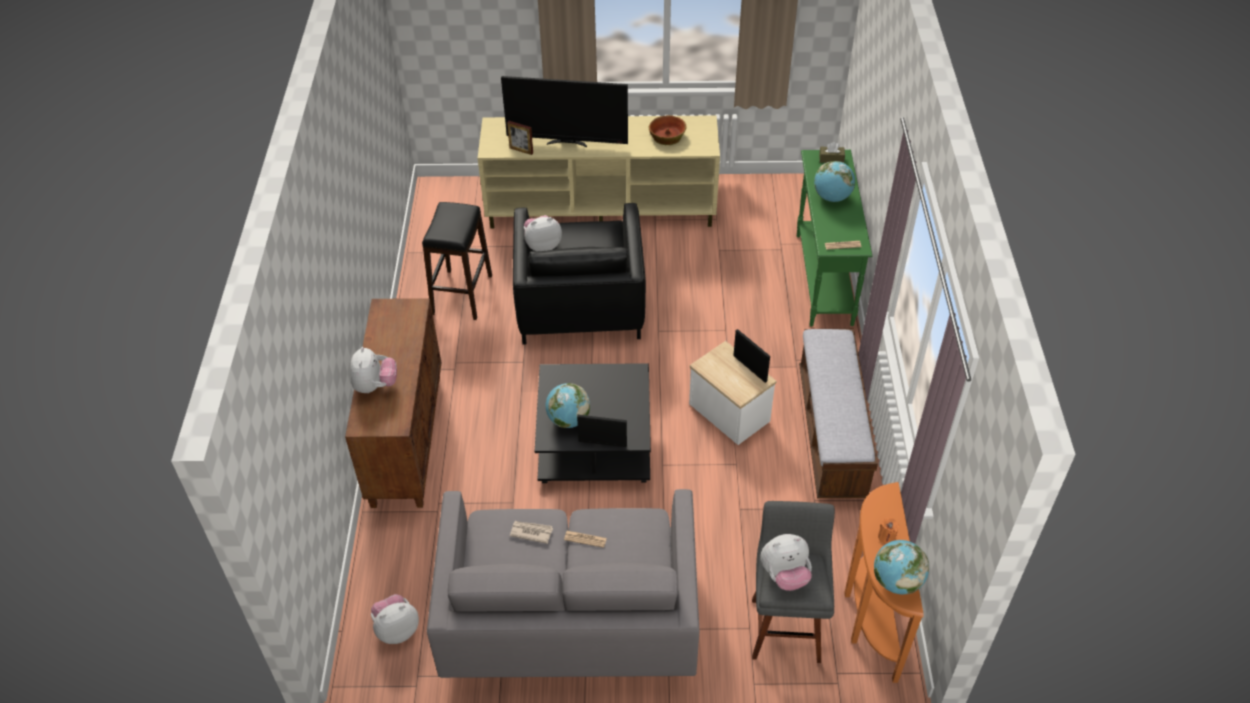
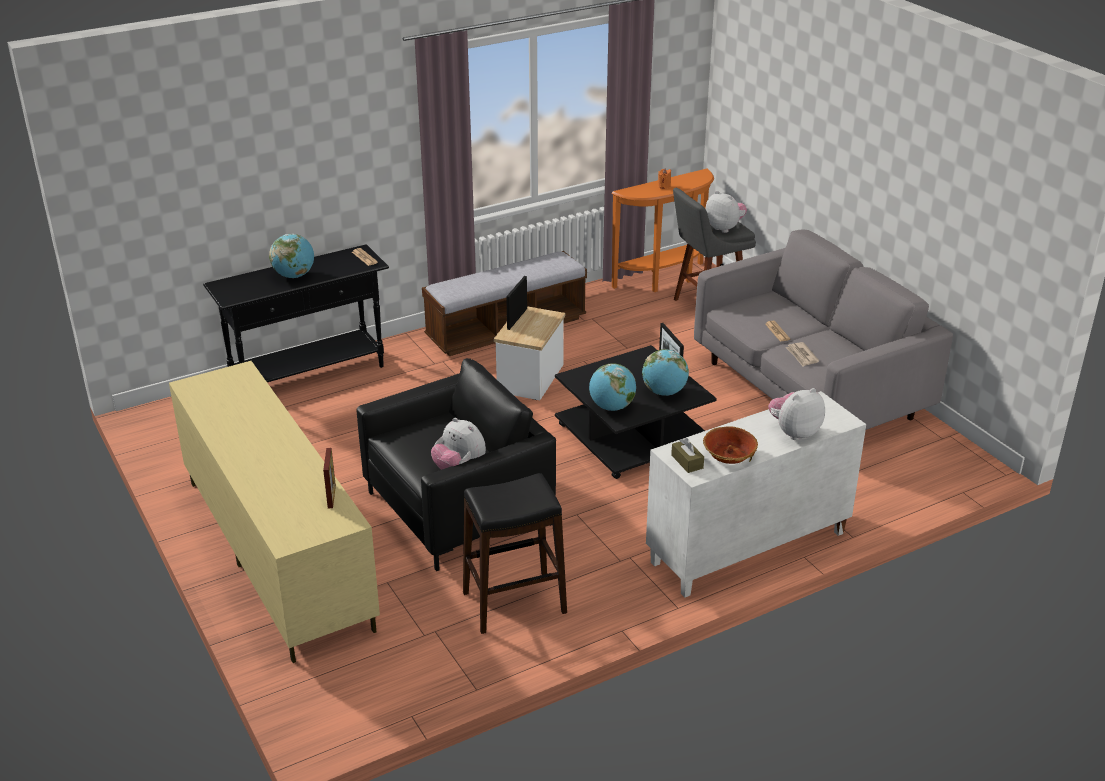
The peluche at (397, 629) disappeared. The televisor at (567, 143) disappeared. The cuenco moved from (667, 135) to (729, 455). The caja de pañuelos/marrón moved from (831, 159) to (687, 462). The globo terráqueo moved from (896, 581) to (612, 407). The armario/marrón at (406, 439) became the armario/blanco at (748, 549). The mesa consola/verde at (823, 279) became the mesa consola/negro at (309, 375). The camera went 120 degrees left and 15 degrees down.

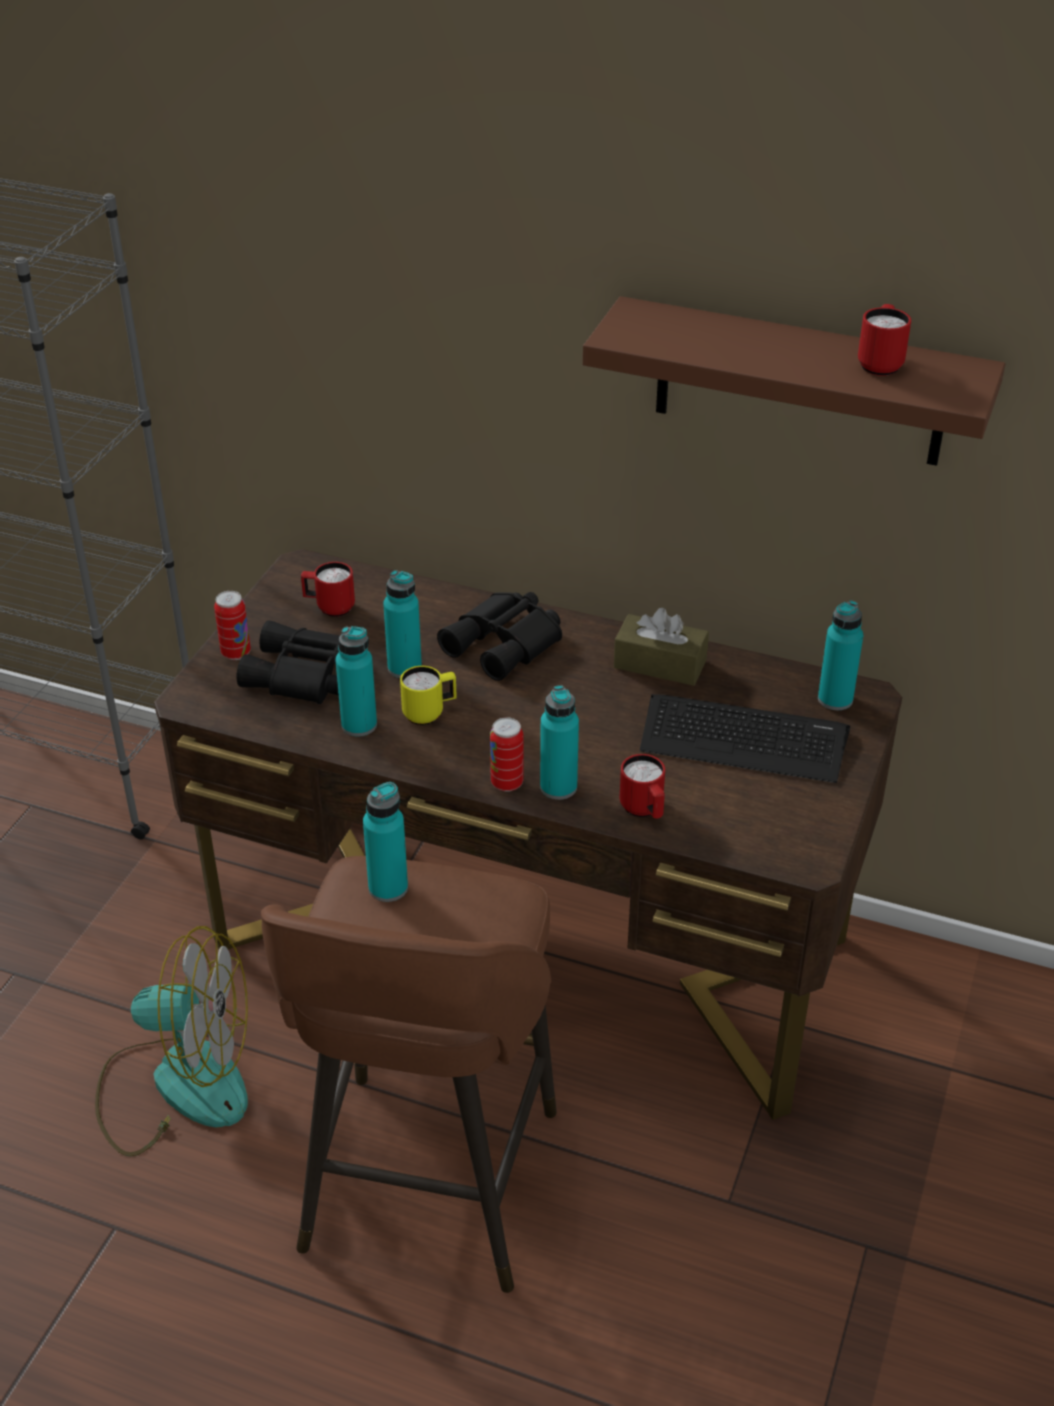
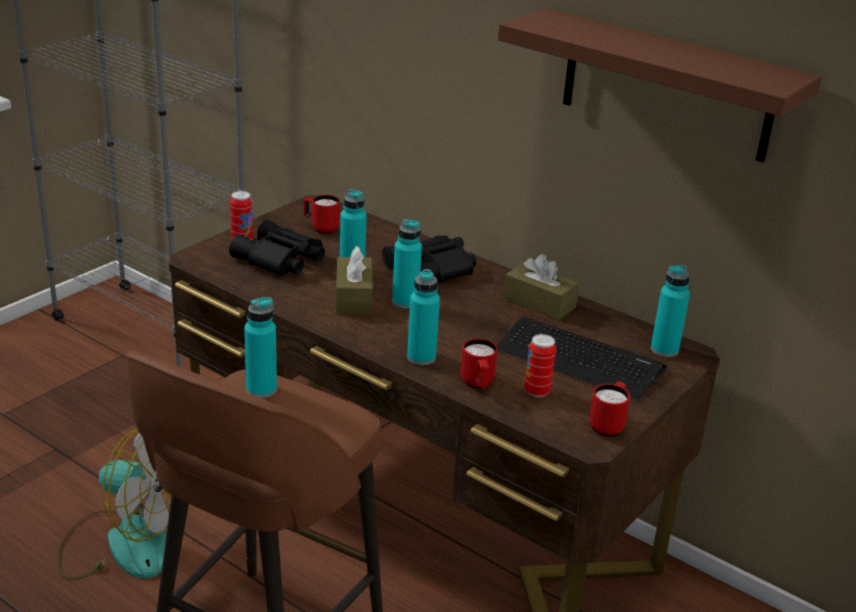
The botella/turquesa moved from (359, 725) to (405, 302). The lata moved from (507, 783) to (537, 391). The taza grande/rojo moved from (880, 363) to (608, 425). The taza grande/amarillo at (429, 713) was replaced by the caja de pañuelos/marrón at (353, 297). The camera went 15 degrees right and 10 degrees down.

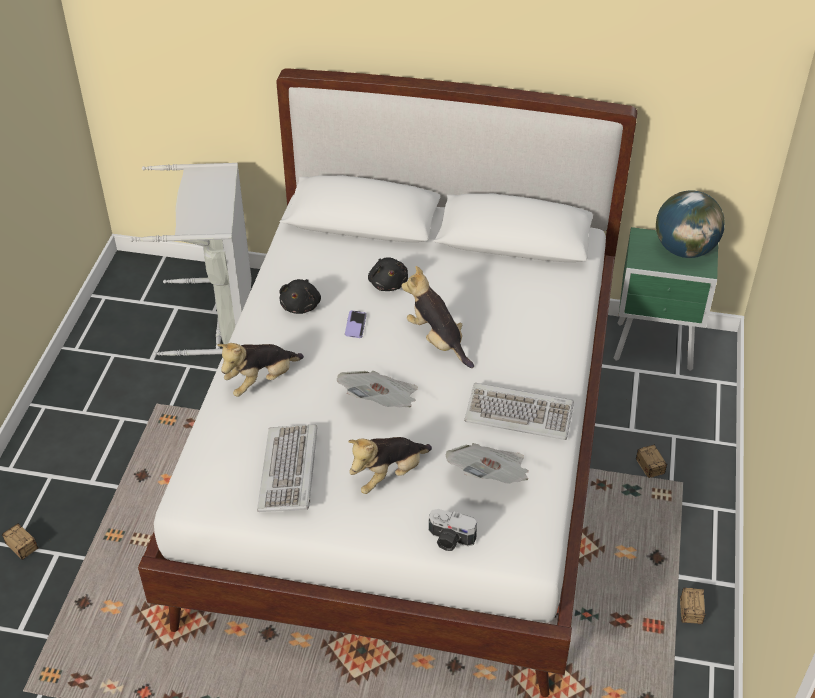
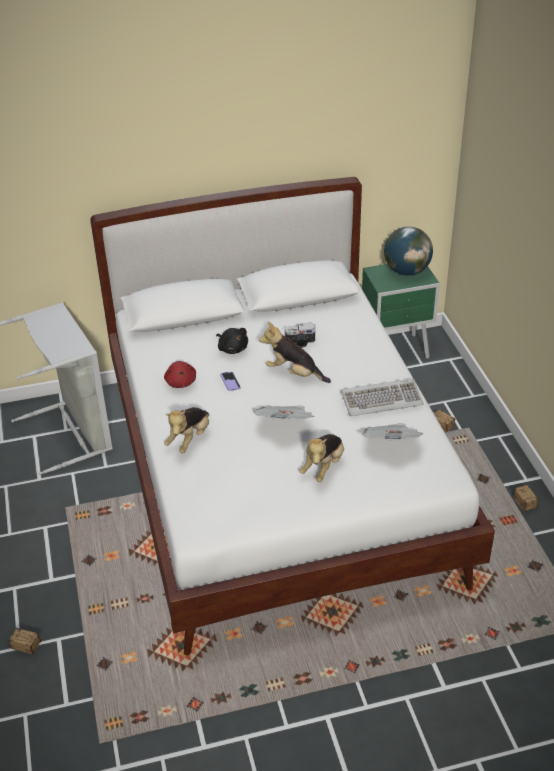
The teclado at (289, 471) disappeared. The cámara moved from (450, 540) to (300, 343). The peluche/negro at (301, 305) became the peluche/rojo at (181, 382). The camera went 25 degrees left and 5 degrees down.

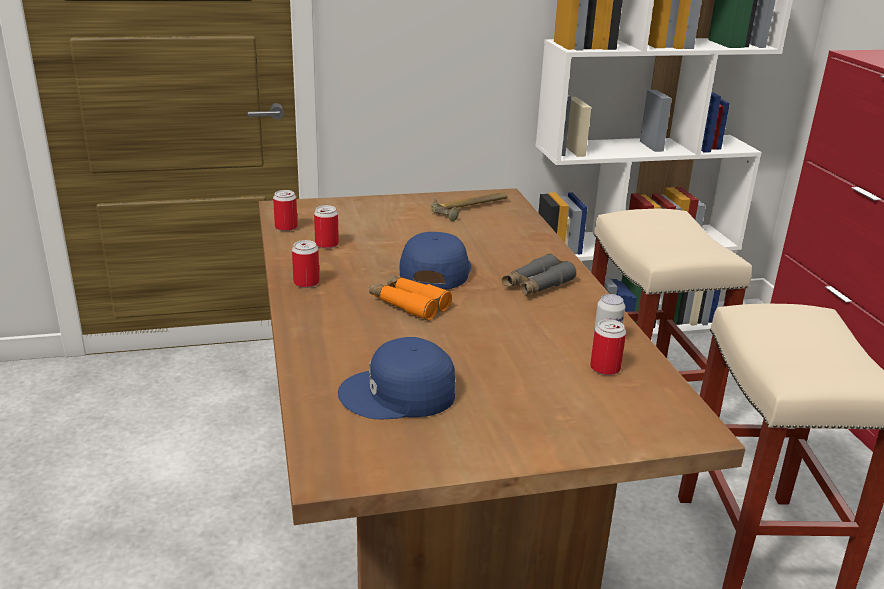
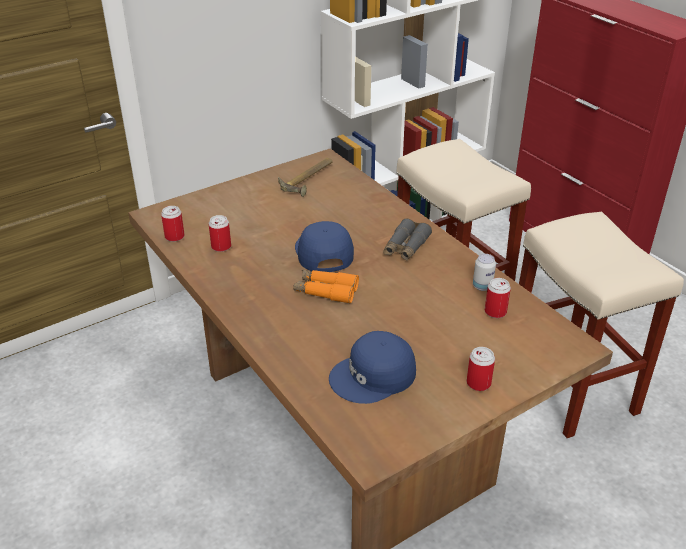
The lata moved from (306, 283) to (478, 383). The camera went 20 degrees left and 10 degrees up.

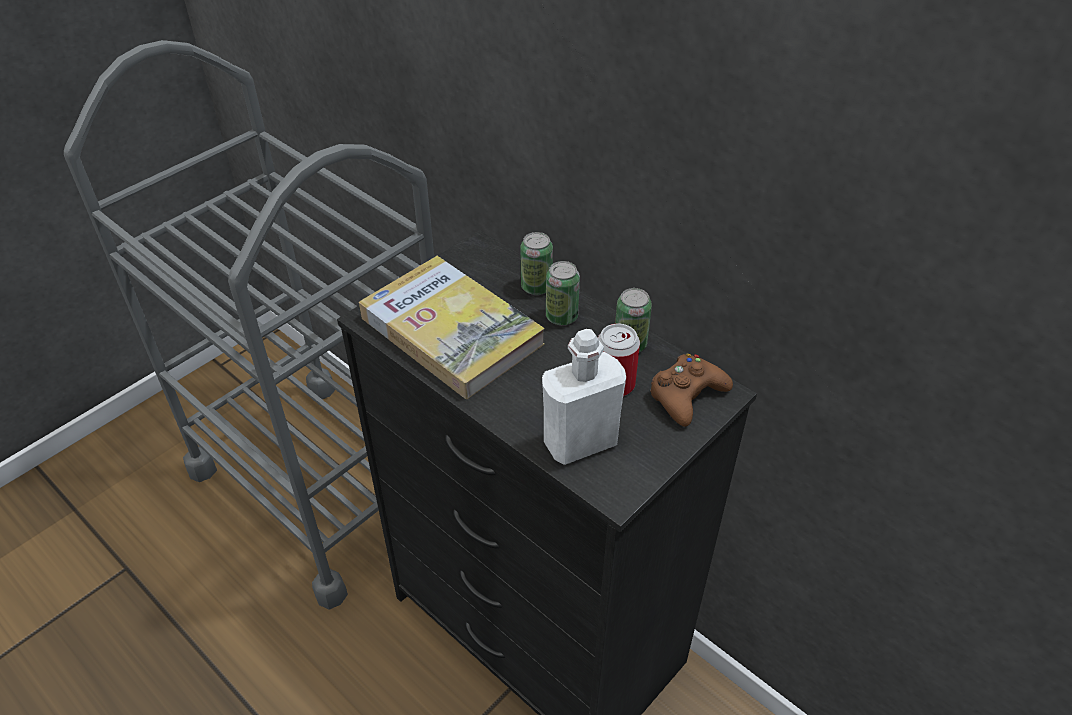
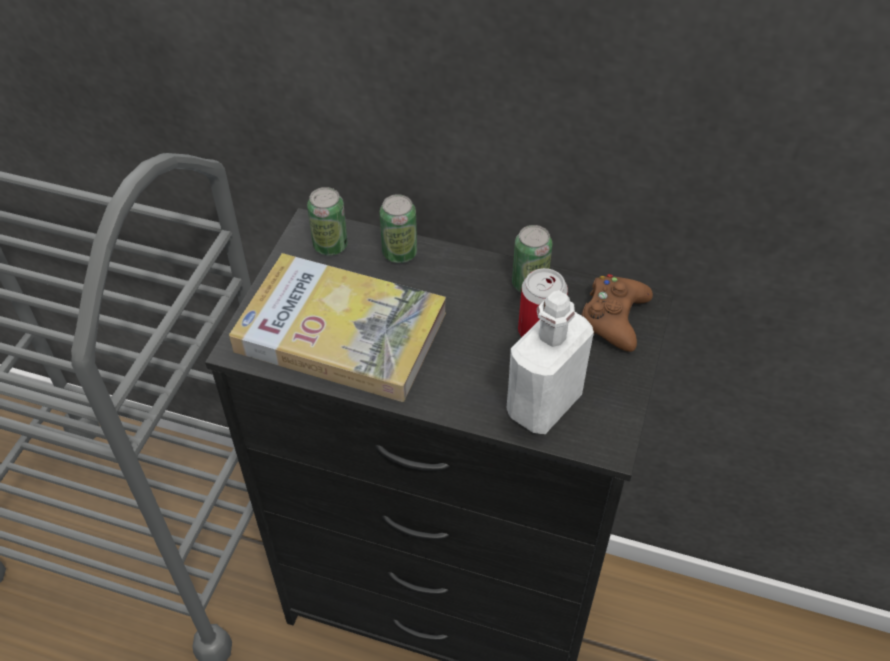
The lata moved from (561, 317) to (330, 246). The camera went 25 degrees left and 5 degrees up.

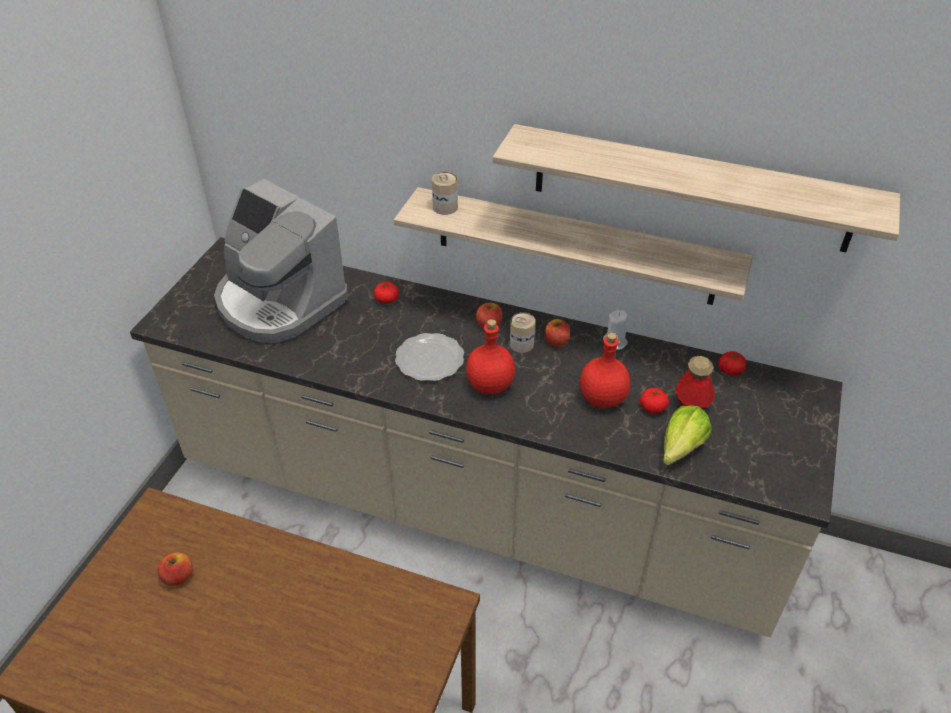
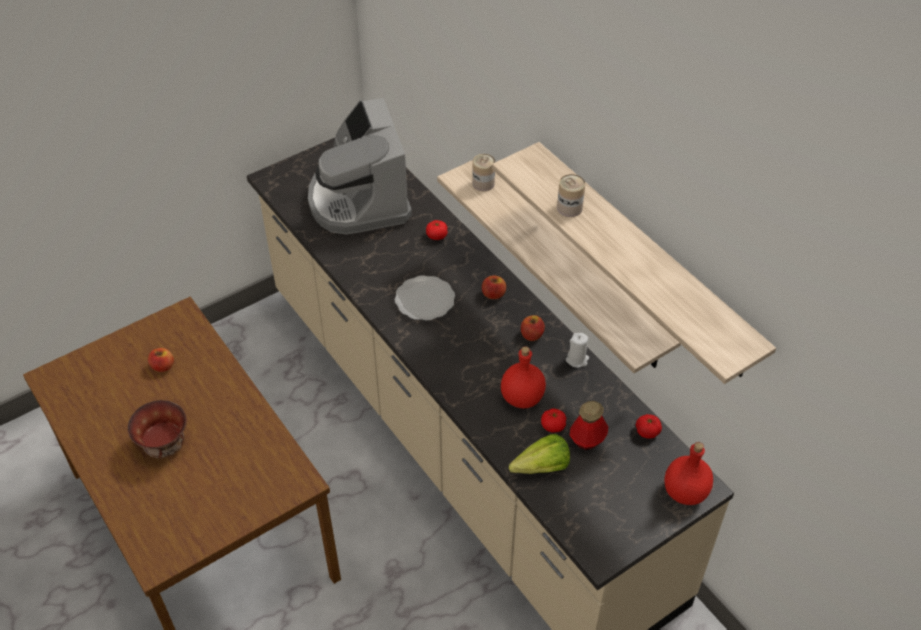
The cuenco at (165, 445) appeared. The botella/rojo moved from (491, 385) to (686, 492). The lata moved from (521, 344) to (569, 208). The camera went 35 degrees right and 5 degrees up.

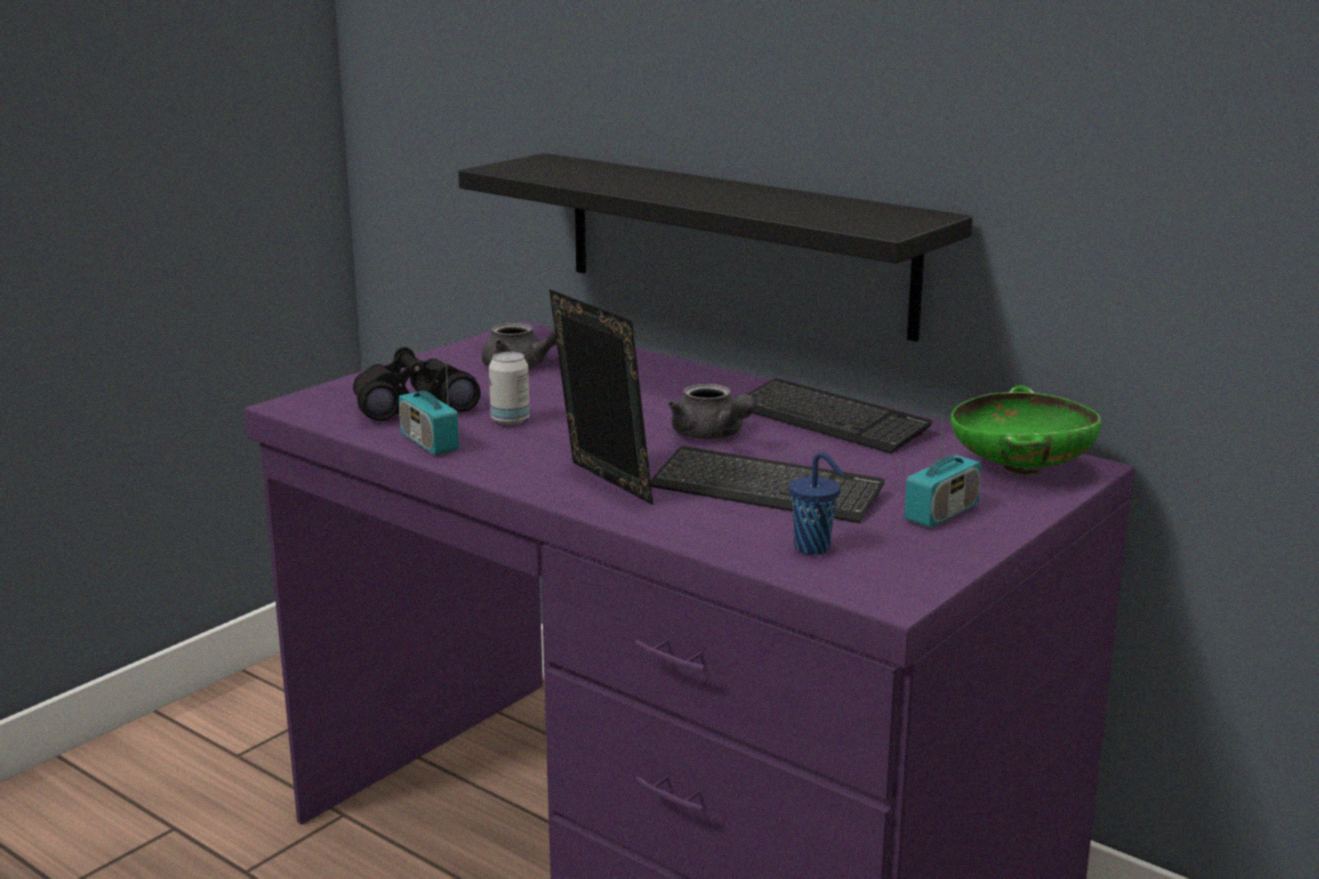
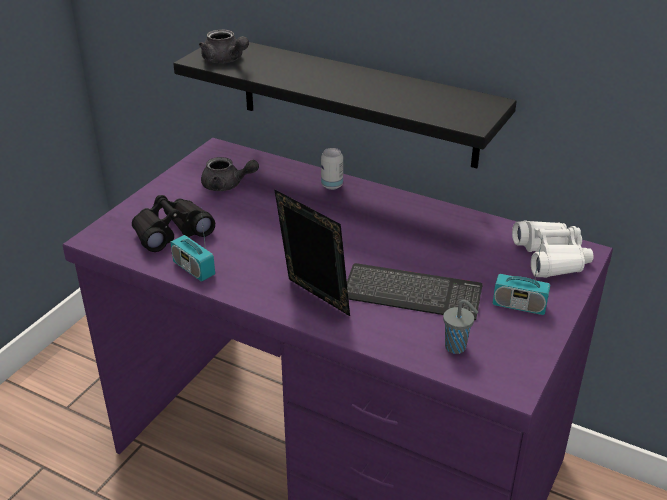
The teclado at (829, 420) disappeared. The lata moved from (510, 420) to (332, 185). The tetera/gris moved from (711, 436) to (225, 60). The cuenco/verde at (1020, 468) was replaced by the prismáticos/blanco at (551, 257). The taza/azul at (814, 548) became the taza/gris at (456, 347). The radio at (941, 513) turned 75 degrees clockwise. The camera went 10 degrees left and 15 degrees up.

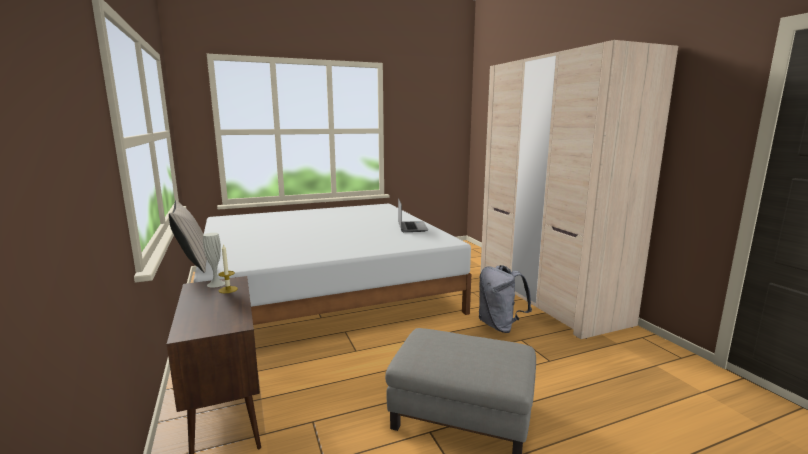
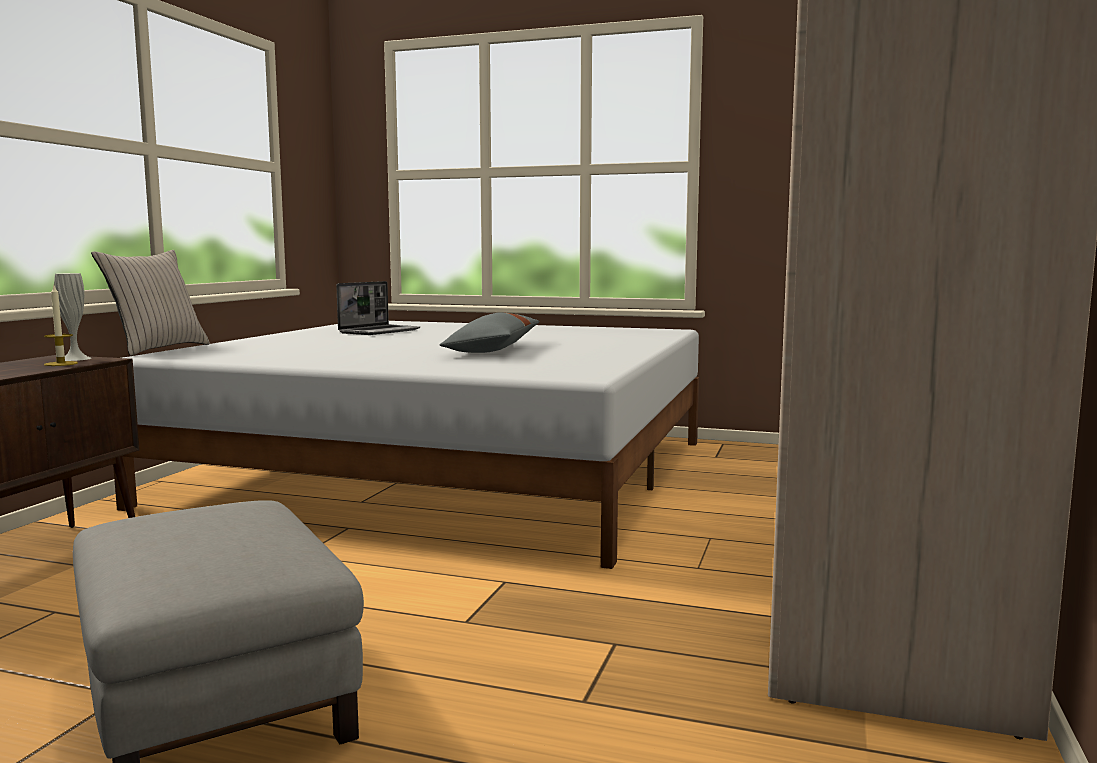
The mochila/gris at (500, 326) disappeared. The cojín/gris at (493, 350) appeared. The portátil moved from (411, 227) to (379, 331). The camera went 40 degrees right and 5 degrees down.

